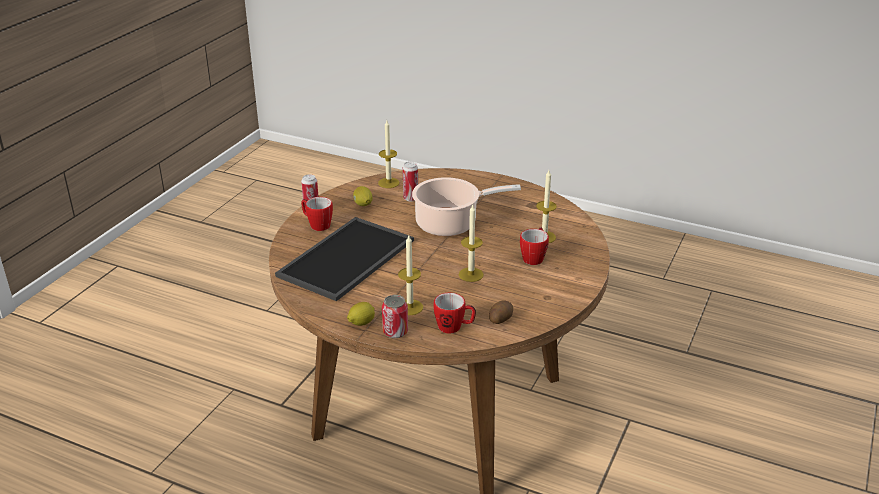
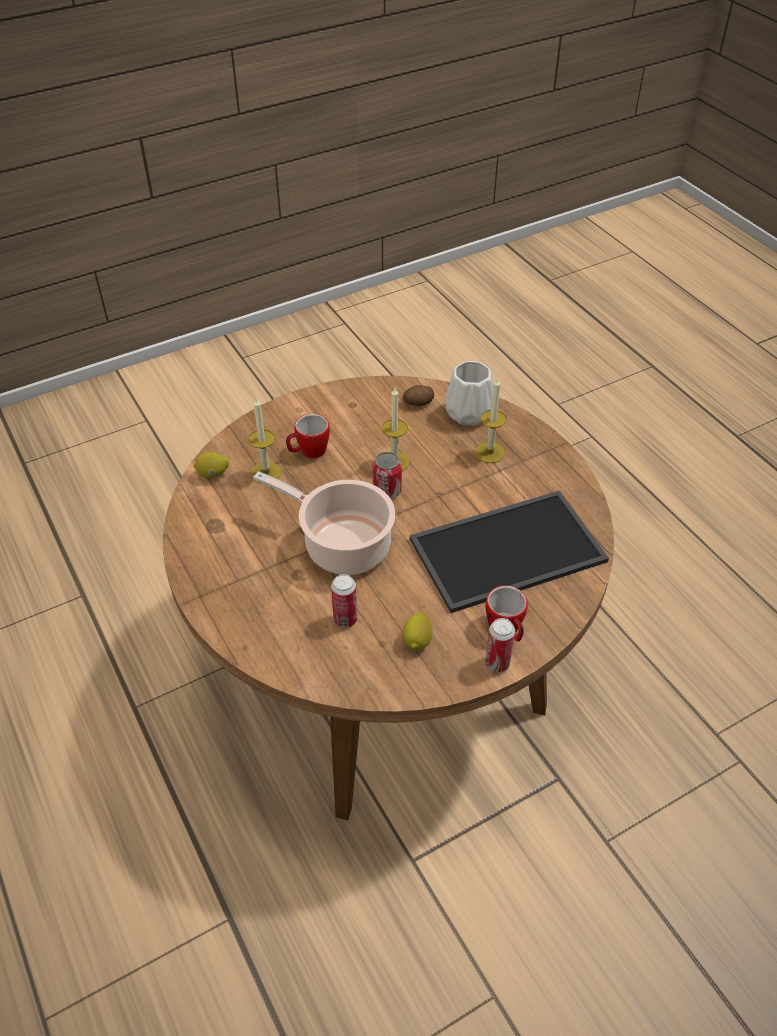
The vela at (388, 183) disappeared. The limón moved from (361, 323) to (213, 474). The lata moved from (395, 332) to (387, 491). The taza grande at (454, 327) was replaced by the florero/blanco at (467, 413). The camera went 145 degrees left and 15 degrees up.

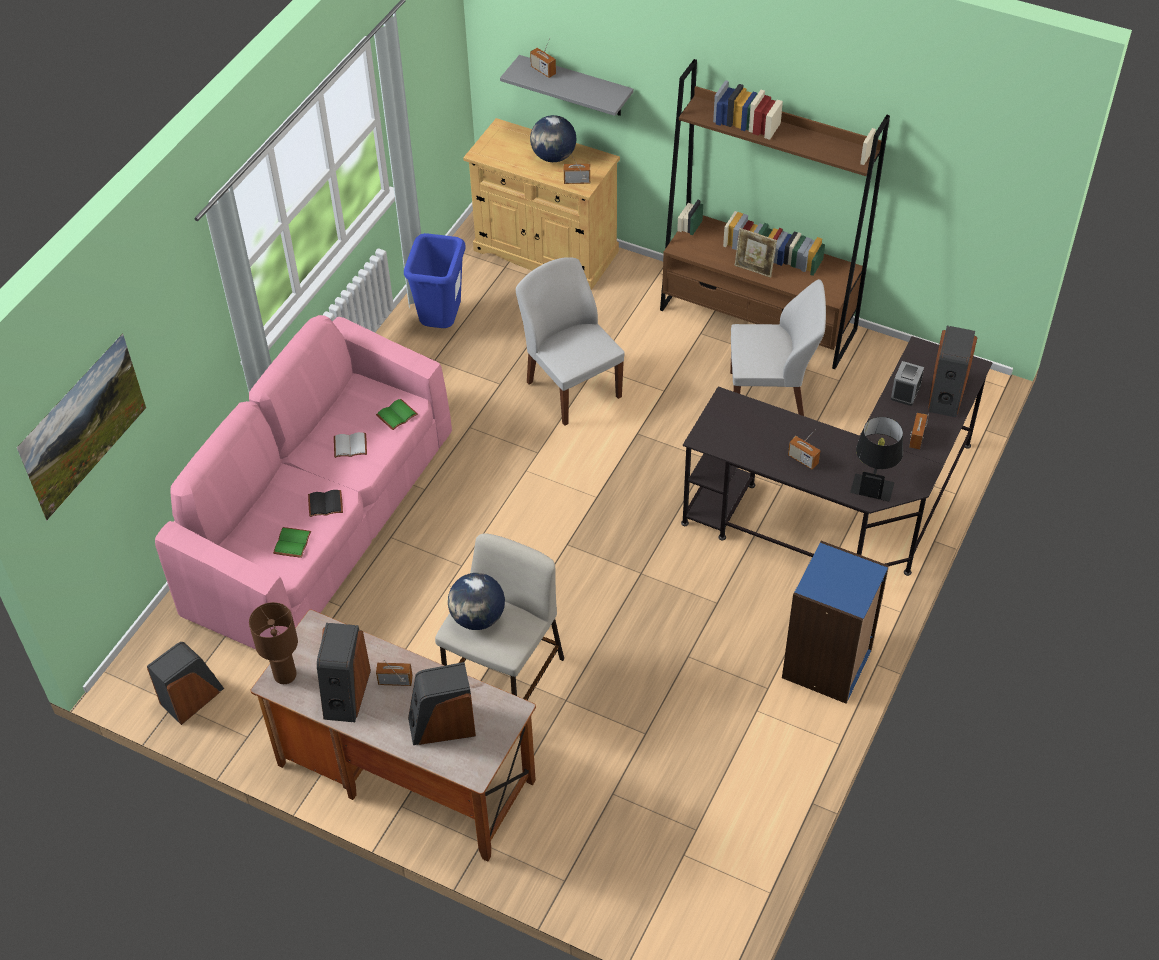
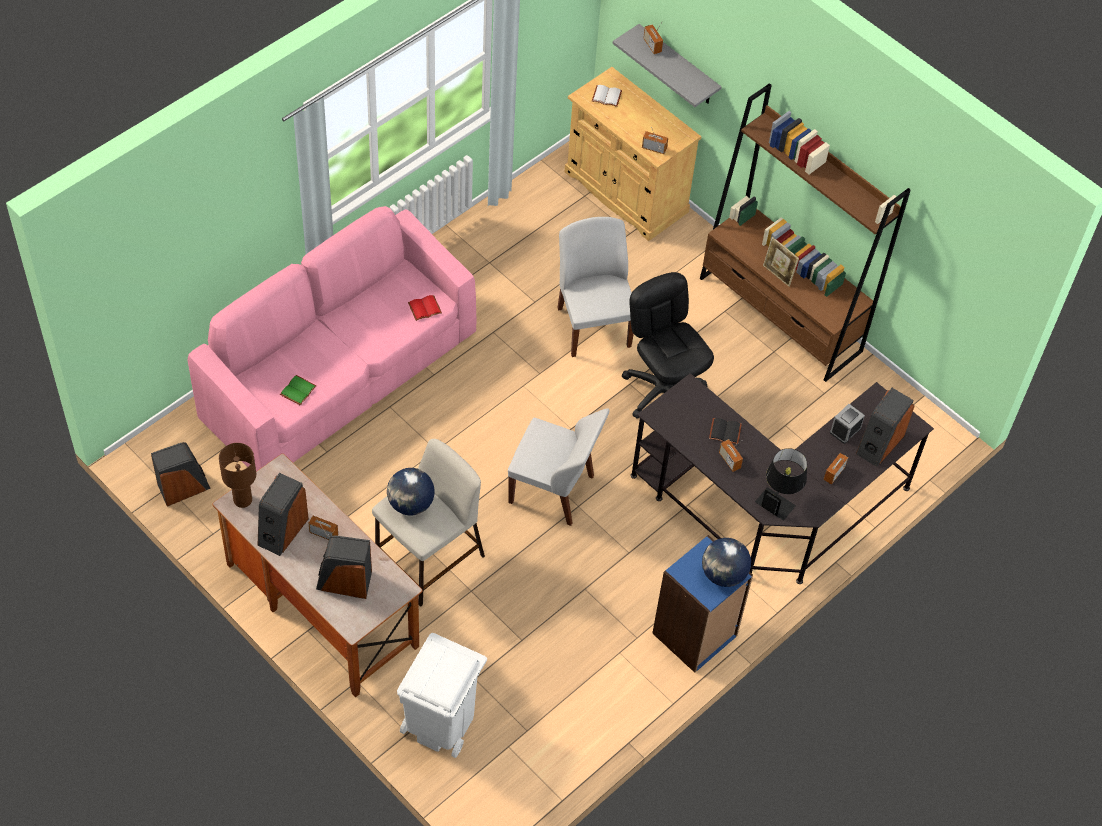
The cuadro at (91, 445) disappeared. The papelera/azul at (441, 323) disappeared. The papelera/blanco at (440, 723) appeared. The silla de oficina/negro at (663, 391) appeared. The libro/negro moved from (326, 503) to (725, 431). The libro/blanco moved from (351, 445) to (607, 96). The globo terráqueo moved from (554, 157) to (723, 574). The silla/blanco moved from (770, 397) to (554, 490). The libro/verde at (397, 416) became the libro/rojo at (424, 309). The camera went 15 degrees right and 5 degrees up.

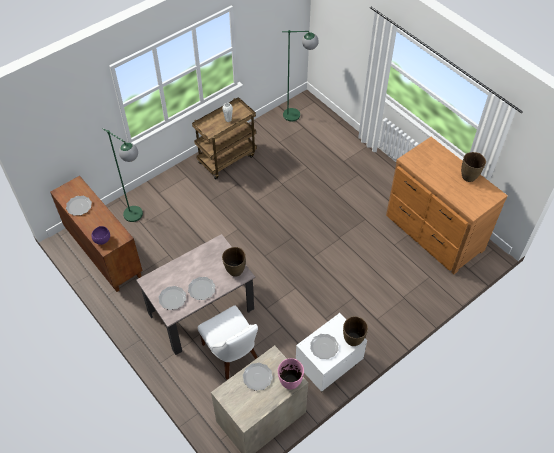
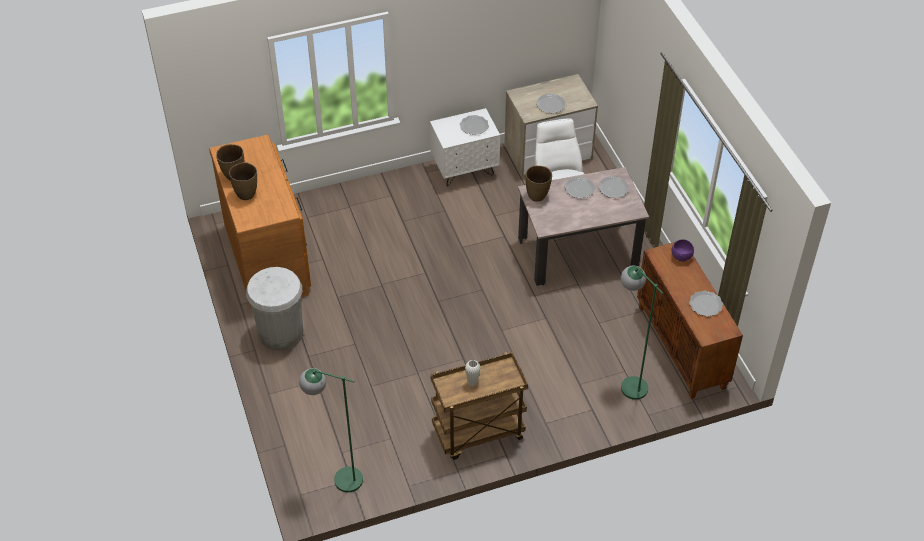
The florero/rosa at (290, 383) disappeared. The papelera/blanco at (281, 333) appeared. The florero/marrón moved from (353, 340) to (246, 194). The camera went 160 degrees left and 5 degrees down.

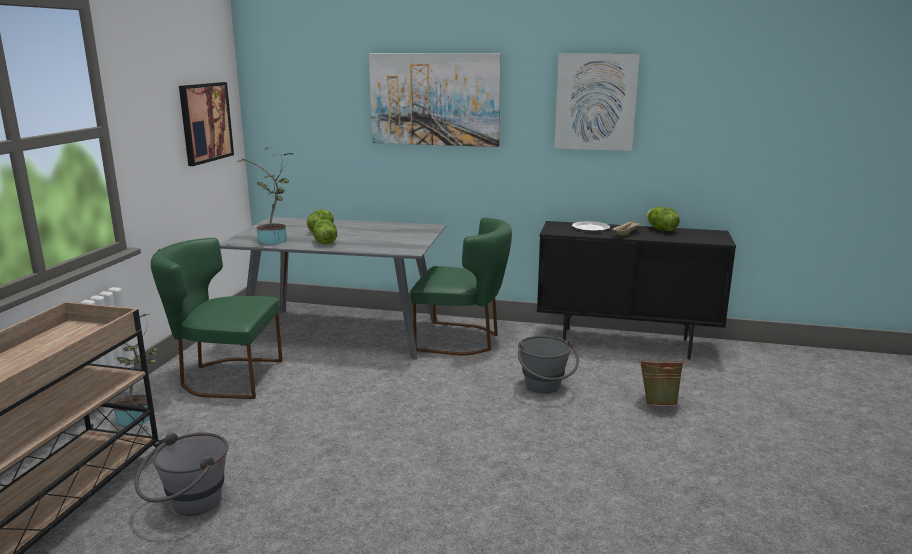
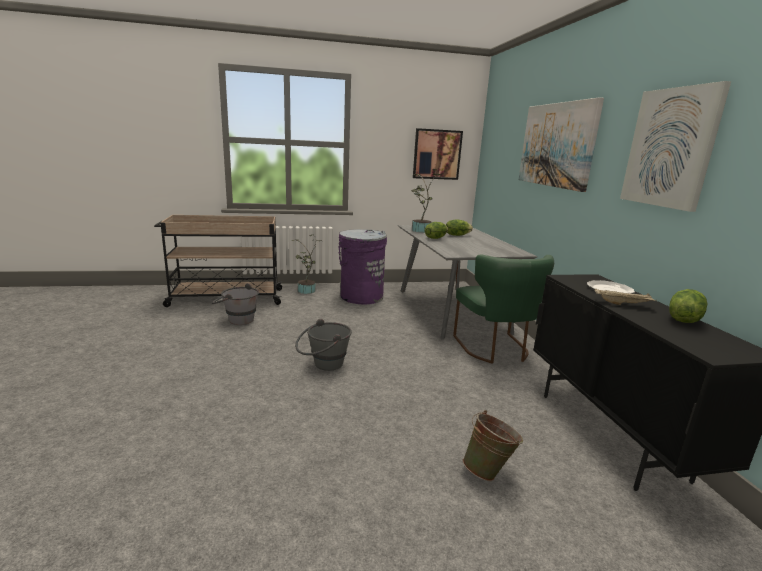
The cubo/gris moved from (545, 389) to (323, 365). The silla/verde at (225, 377) was replaced by the papelera/morado at (361, 297). The camera went 65 degrees right and 0 degrees up.

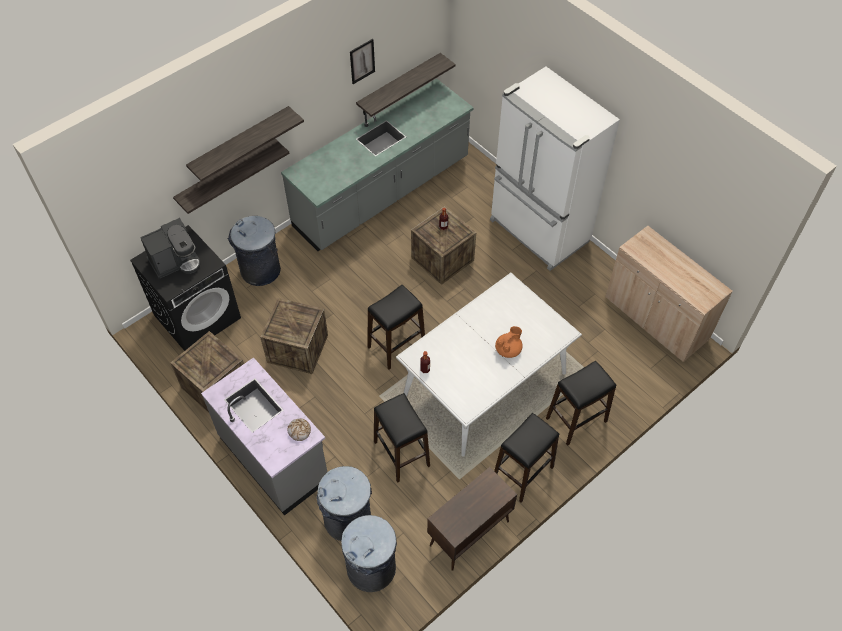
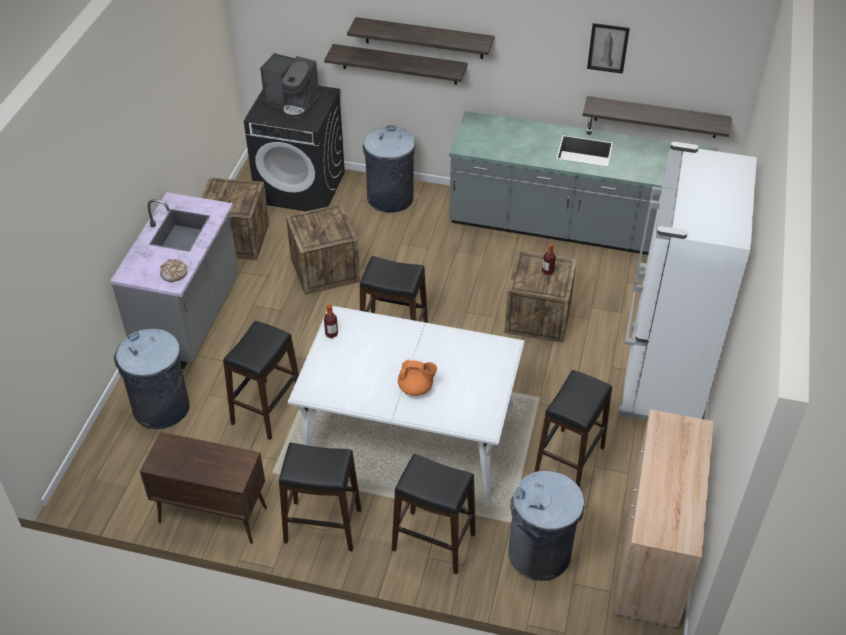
The taburete/negro at (569, 461) appeared. The papelera/gris moved from (372, 568) to (539, 554). The camera went 55 degrees right and 10 degrees down.

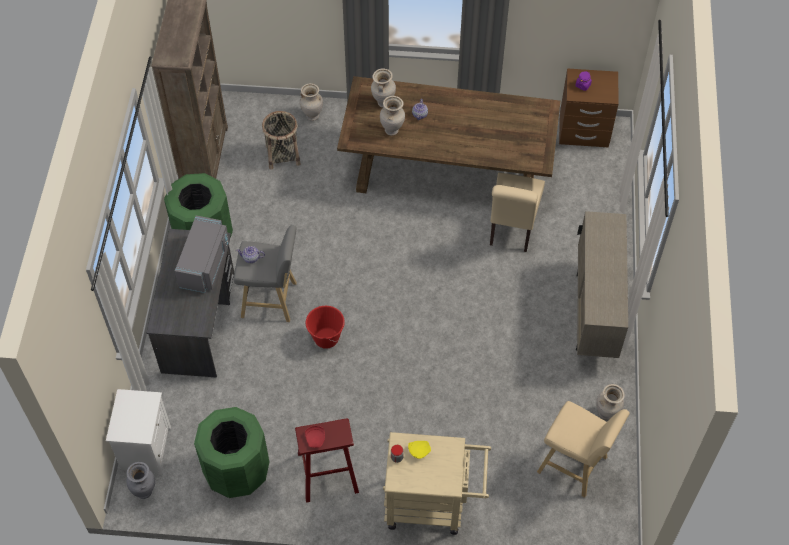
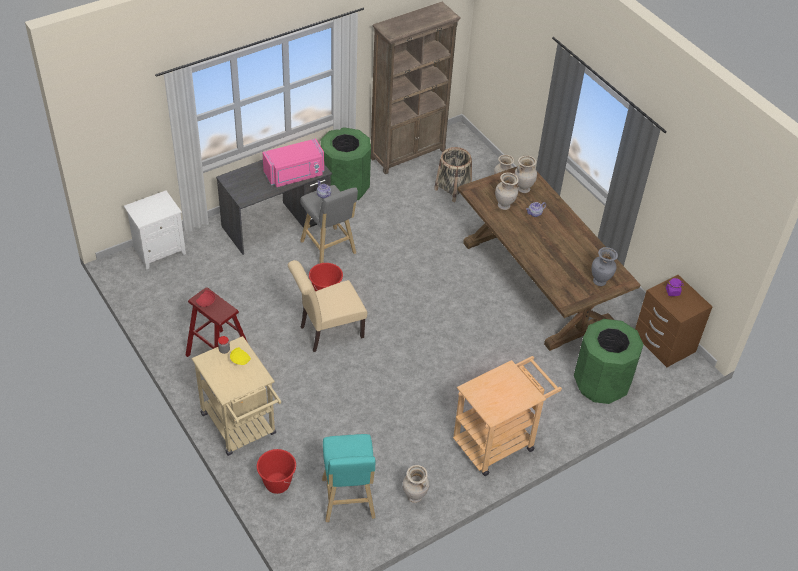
The cubo/rojo at (277, 483) appeared. The florero/gris moved from (145, 491) to (600, 282). The papelera/verde moved from (237, 472) to (600, 384). The silla/beis moved from (512, 229) to (327, 332). The armario/beis at (594, 314) was replaced by the carrito/beis at (499, 441). The microondas/gris at (206, 264) became the microondas/rosa at (295, 175). The taburete/beis at (575, 466) became the taburete/turquesa at (348, 501). The camera went 50 degrees right and 10 degrees down.

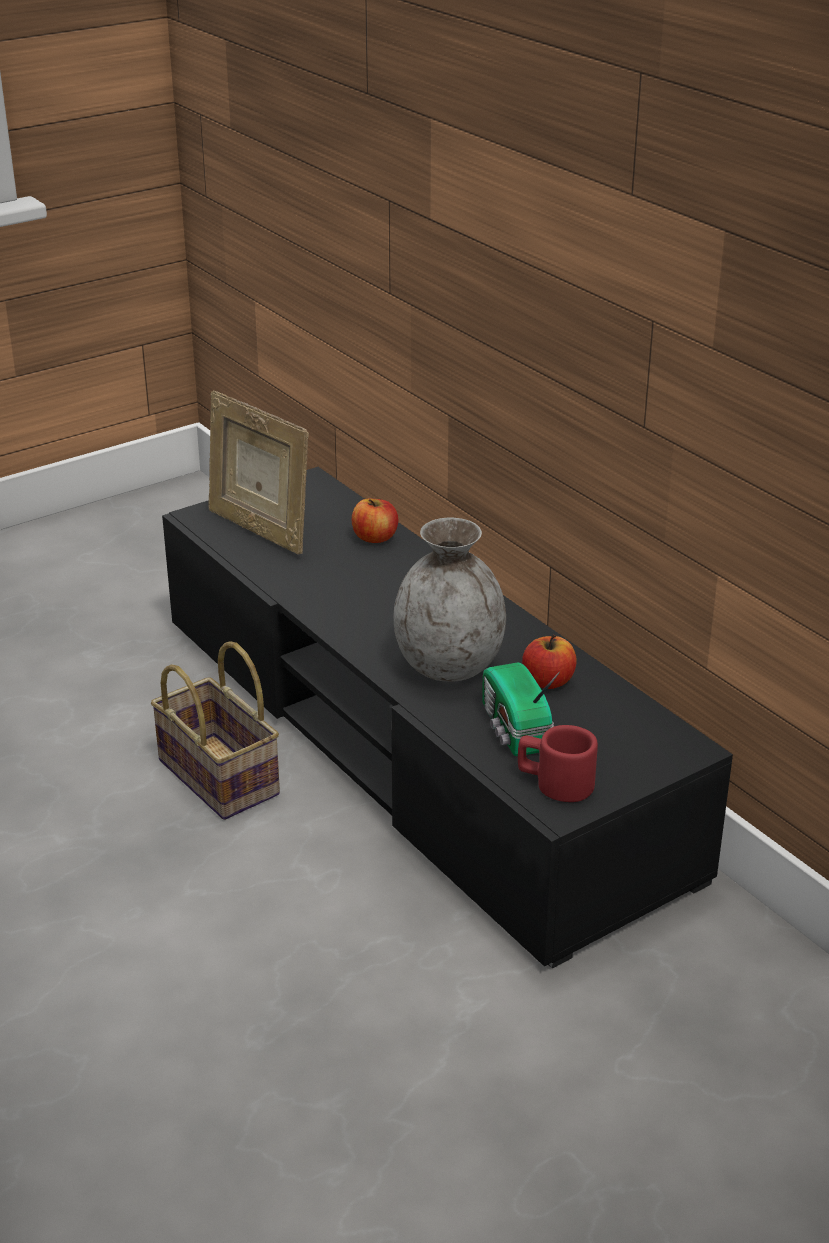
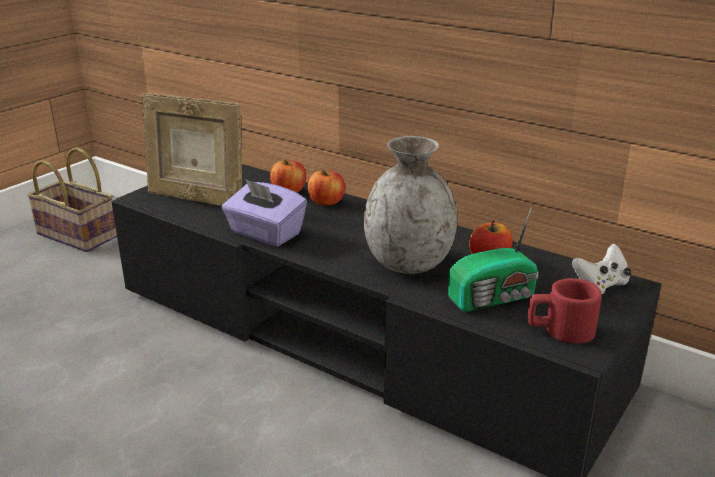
The caja de pañuelos/morado at (265, 234) appeared. The manzana at (326, 202) appeared. The mando de consola/blanco at (600, 285) appeared. The cesta moved from (222, 778) to (80, 235). The radio at (514, 730) turned 75 degrees counterclockwise. The camera went 20 degrees left and 5 degrees down.

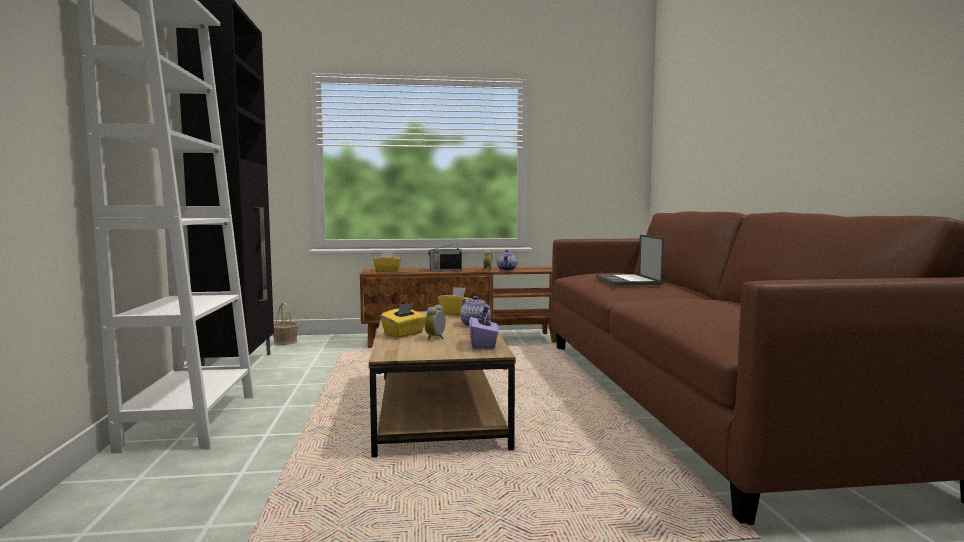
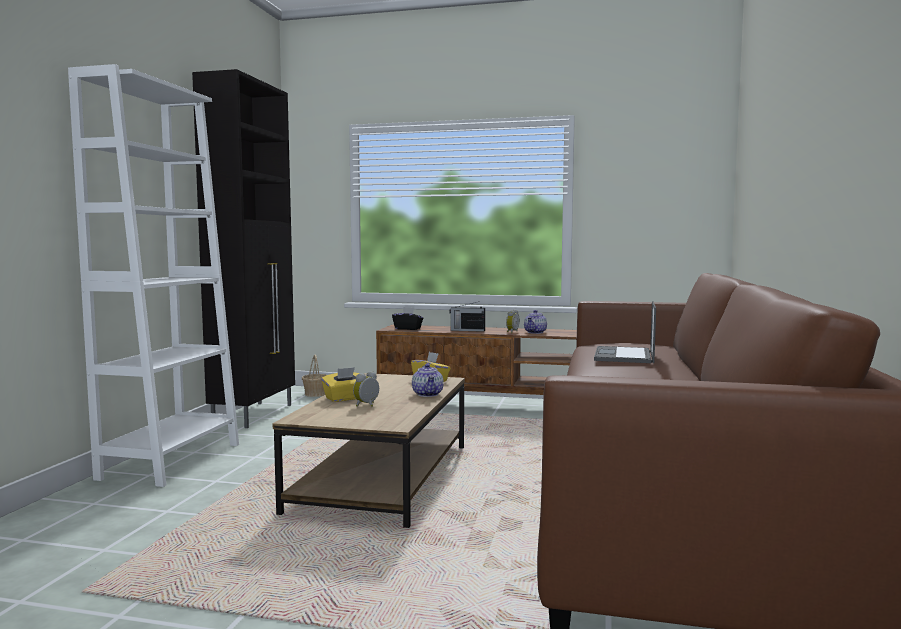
The caja de pañuelos/morado at (483, 345) disappeared. The caja de pañuelos/amarillo at (387, 271) became the caja de pañuelos/negro at (408, 328). The camera went 20 degrees right and 0 degrees up.

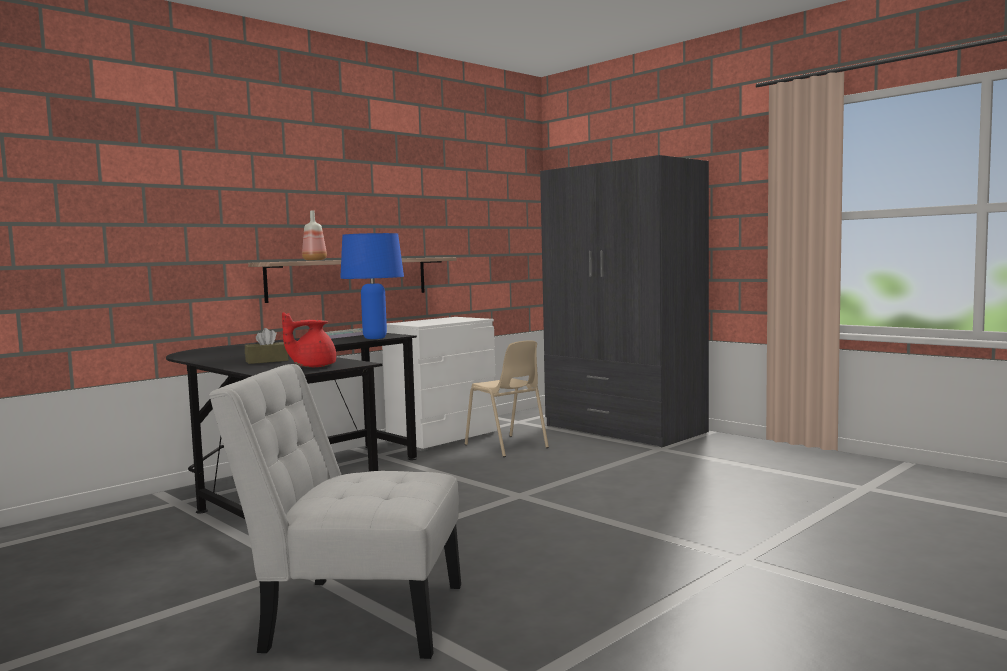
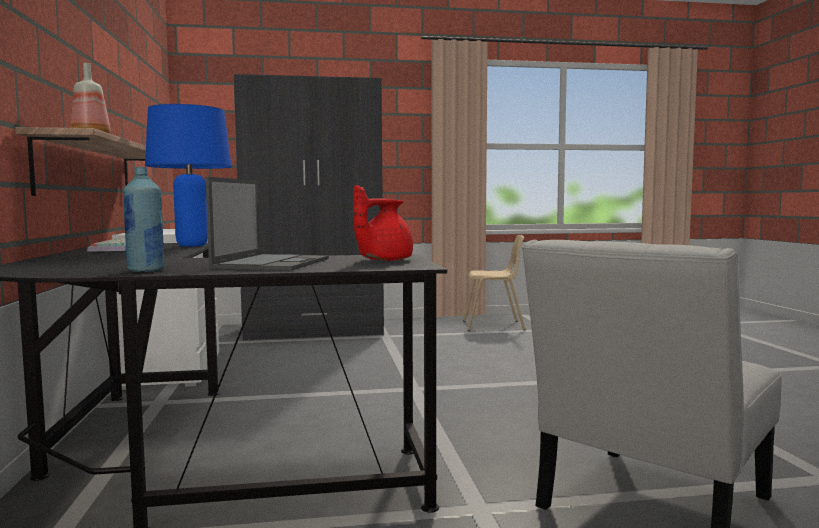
The botella/azul at (146, 270) appeared. The silla/beis moved from (507, 446) to (494, 326). The caja de pañuelos/marrón at (267, 361) was replaced by the portátil at (273, 263). The tetera/rojo at (312, 366) turned 45 degrees clockwise. The camera went 55 degrees left and 0 degrees up.

